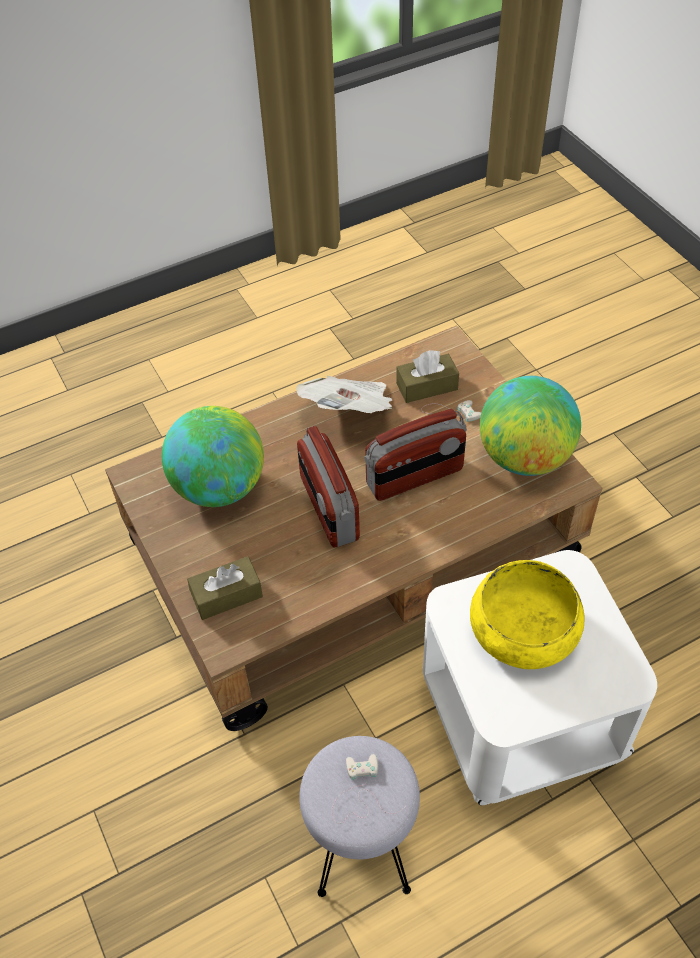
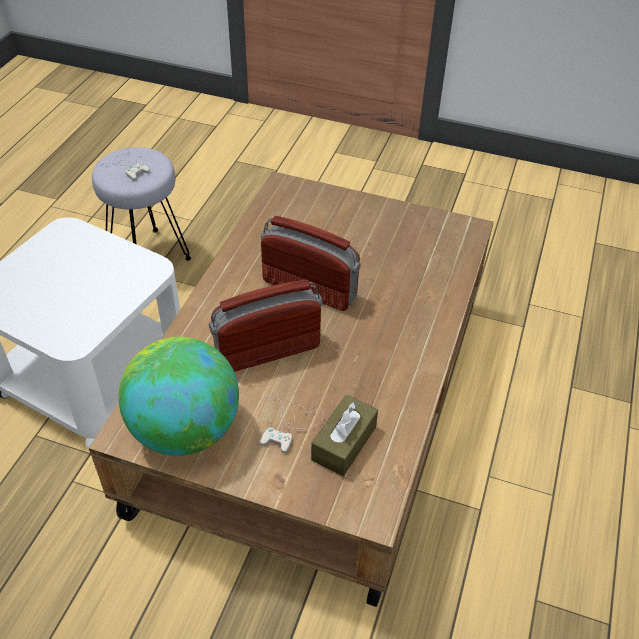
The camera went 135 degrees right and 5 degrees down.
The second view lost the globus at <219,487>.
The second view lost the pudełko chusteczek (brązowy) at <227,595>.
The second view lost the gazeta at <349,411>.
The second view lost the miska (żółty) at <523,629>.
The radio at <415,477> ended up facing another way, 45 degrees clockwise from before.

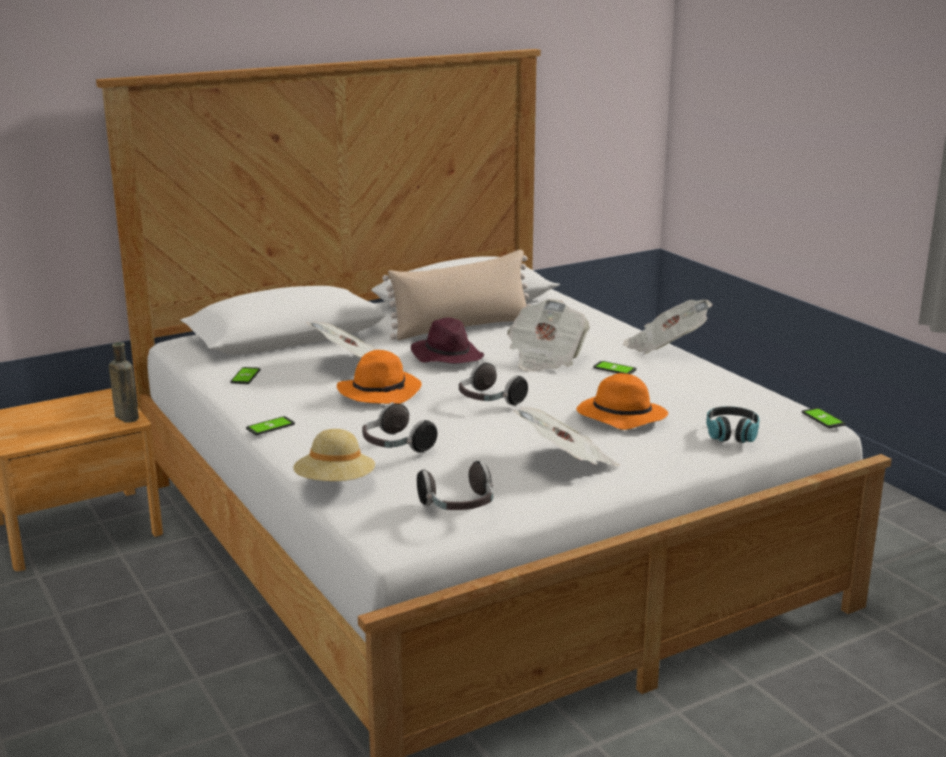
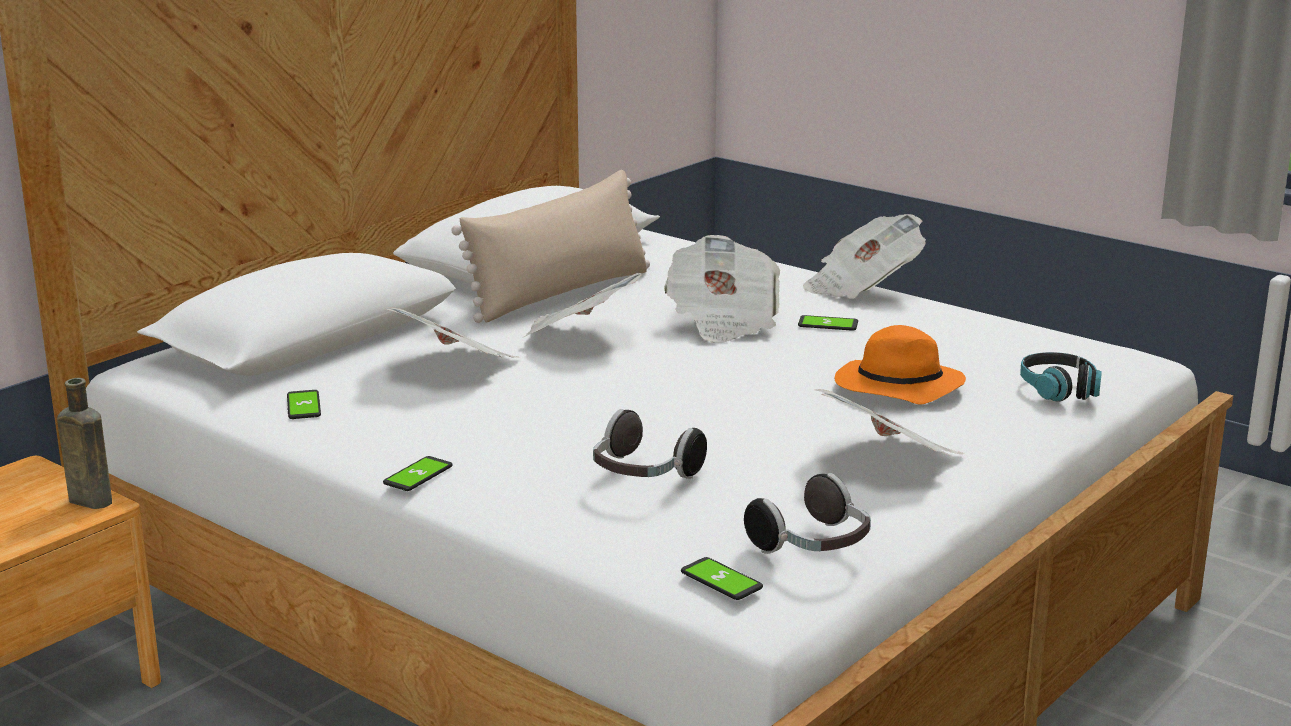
The camera went 20 degrees left and 0 degrees up.
The second view lost the kapelusz (beżowy) at <335,484>.
The second view lost the kapelusz (pomarańczowy) at <380,391>.
The second view lost the słuchawki at <489,401>.
The telefon ended up elsewhere, having gone from <823,419> to <721,580>.
Where the kapelusz (fioletowy) stood at <446,356>, the gazeta came to stand at <580,336>.

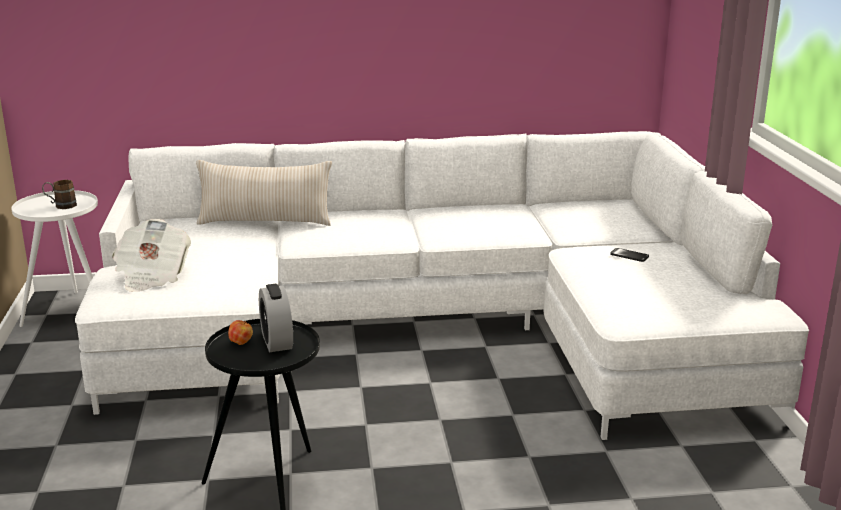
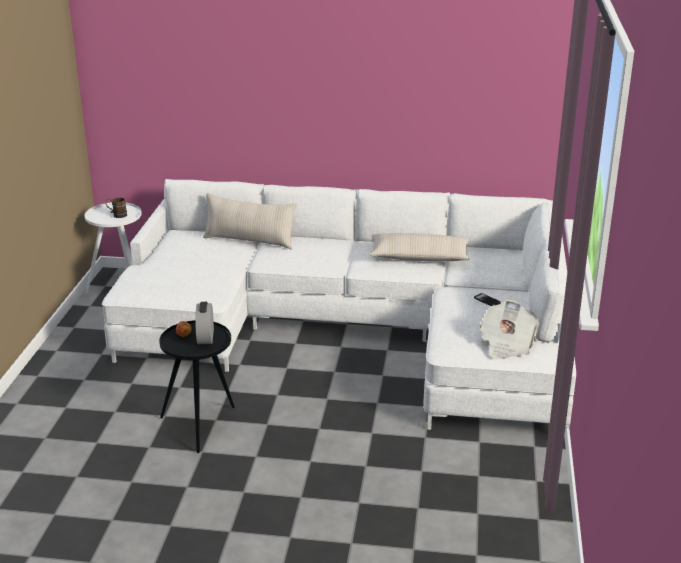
The camera went 15 degrees right and 5 degrees up.
The second view gained the poduszka (beżowy) at <419,257>.
The gazeta ended up elsewhere, having gone from <152,275> to <507,344>.

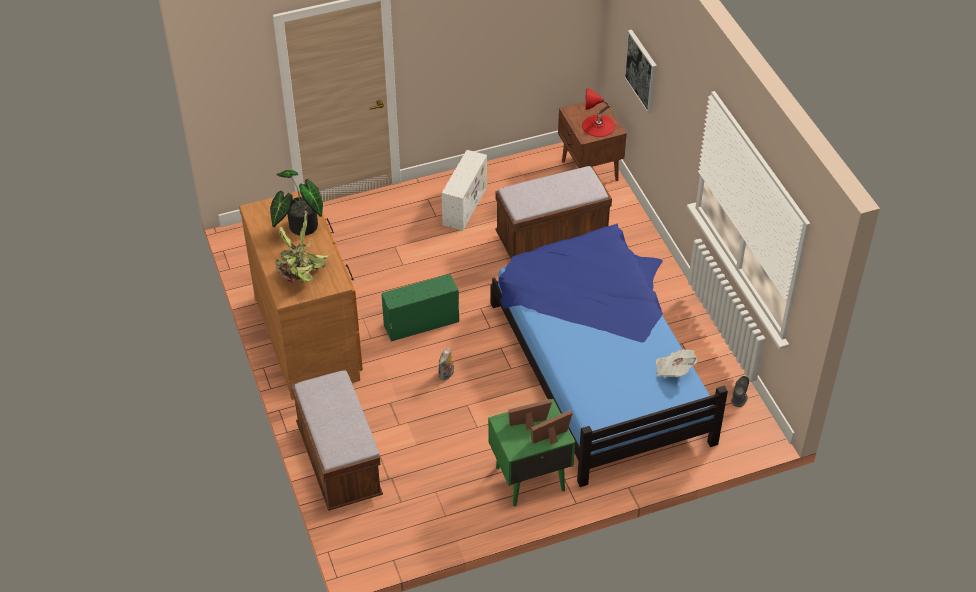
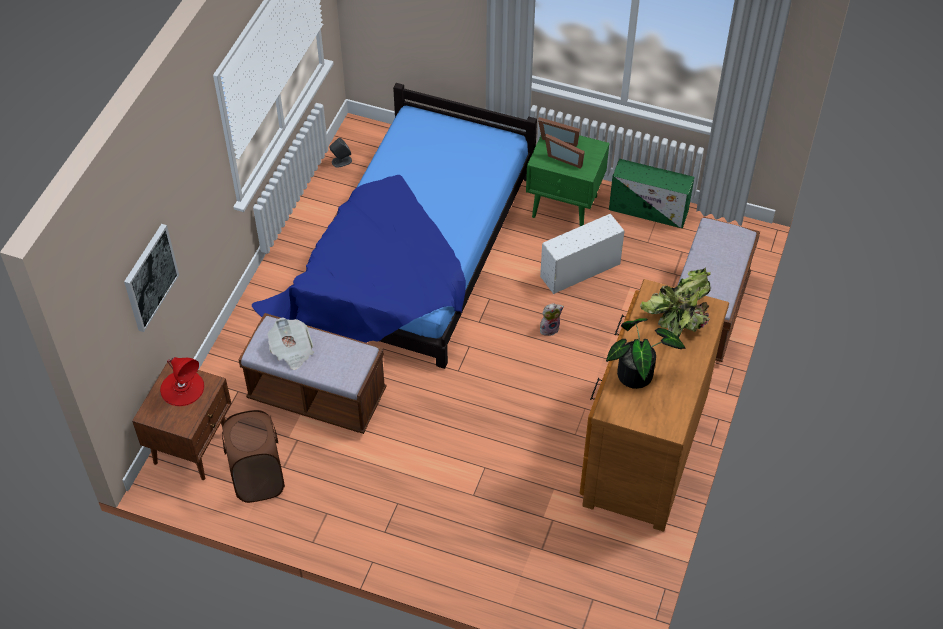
The camera went 140 degrees left and 5 degrees up.
The second view gained the kosz na pranie (brązowy) at <258,478>.
The pojemnik do przechowywania (zielony) ended up elsewhere, having gone from <420,323> to <649,210>.
The pojemnik do przechowywania (biały) ended up elsewhere, having gone from <465,205> to <579,270>.
The gazeta ended up elsewhere, having gone from <673,370> to <292,351>.

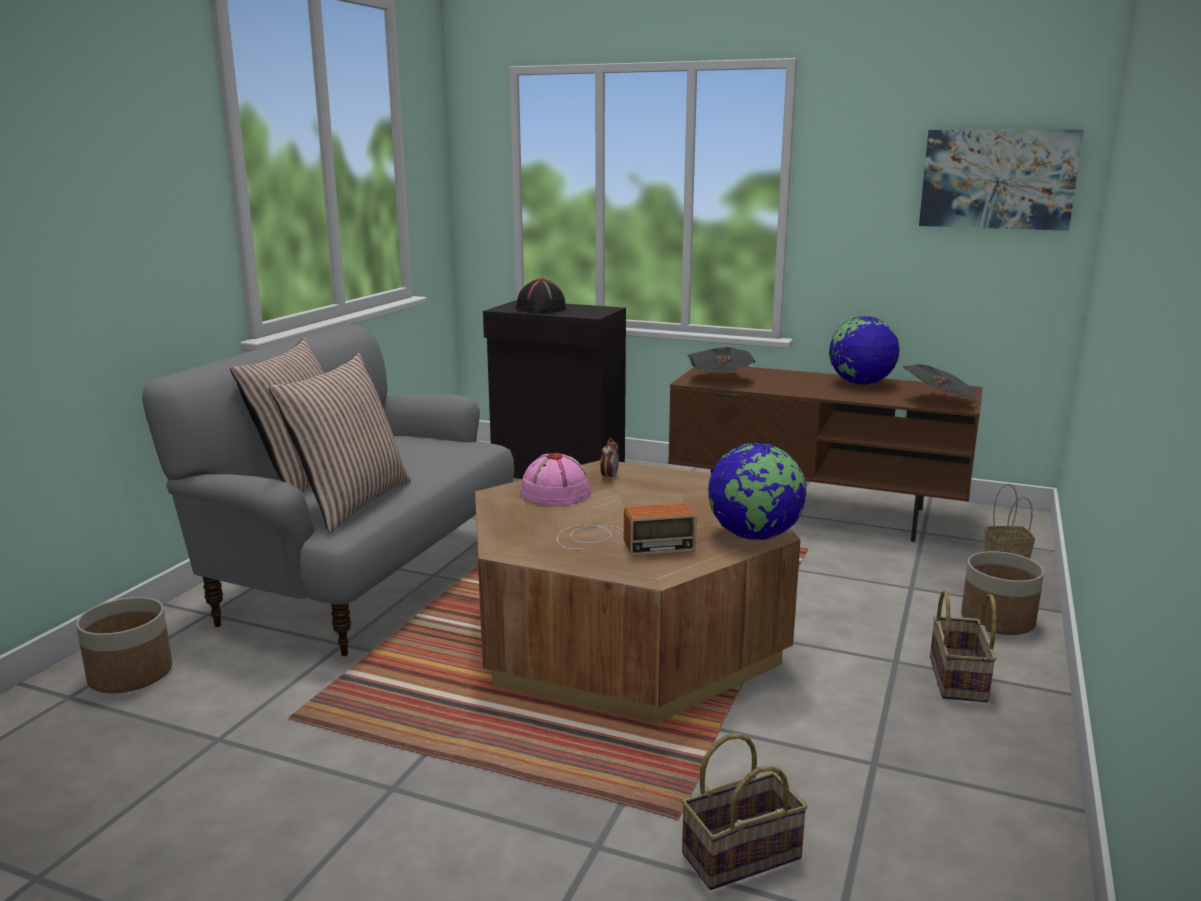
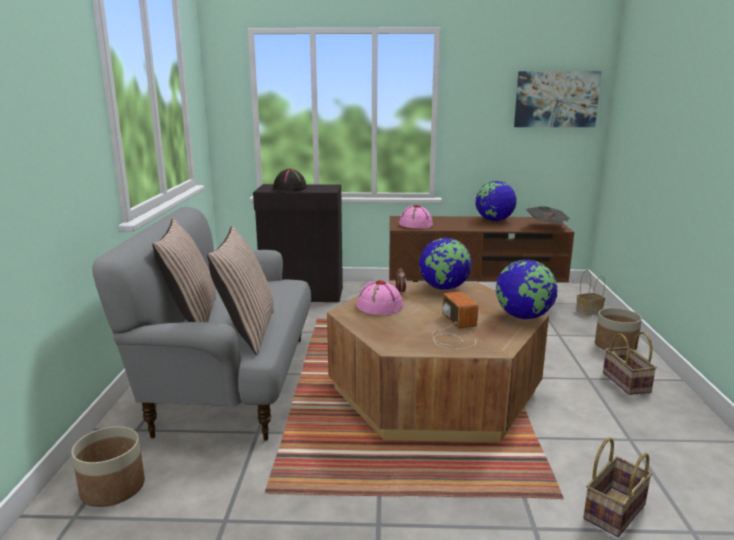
The camera went 20 degrees left and 0 degrees up.
The second view gained the globus at <444,288>.
Where the gazeta stood at <720,379>, the kapelusz (różowy) came to stand at <415,224>.
The radio at <620,541> ended up facing another way, 75 degrees counterclockwise from before.

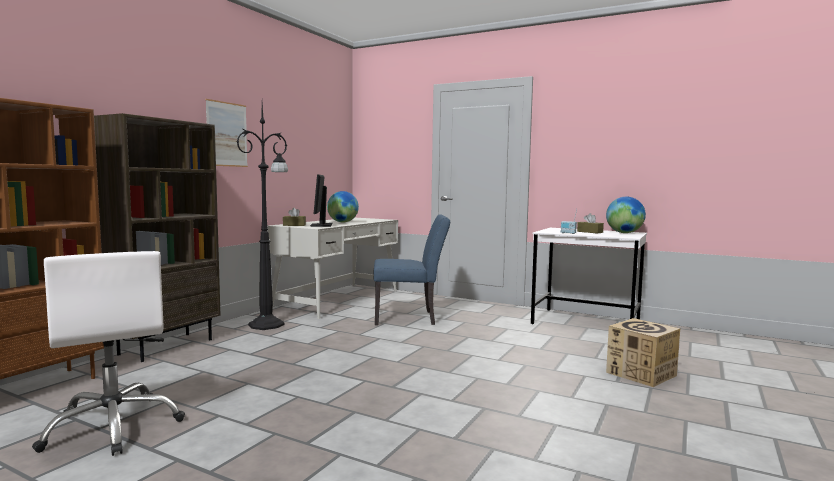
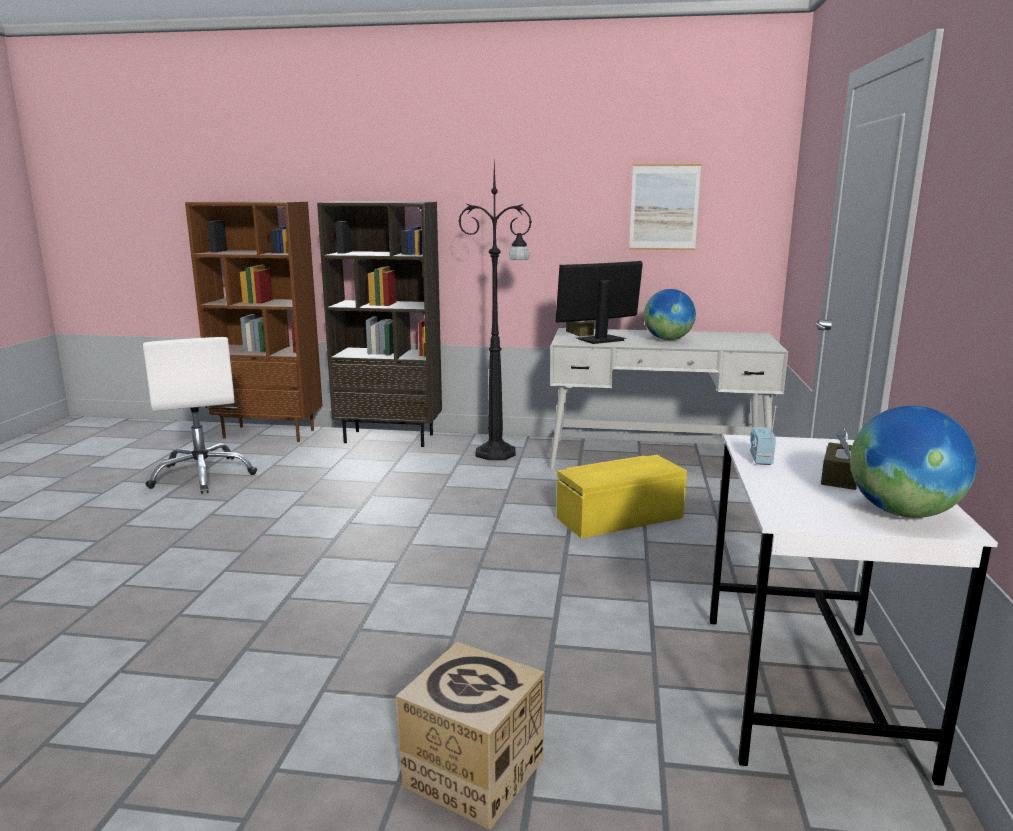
The camera went 70 degrees right and 10 degrees up.
The obraz ended up elsewhere, having gone from <227,134> to <664,207>.
Where the krzesło (niebieski) stood at <410,318>, the pojemnik do przechowywania (żółty) came to stand at <618,517>.
The krzesło biurowe (biały) at <113,426> ended up facing another way, 60 degrees counterclockwise from before.

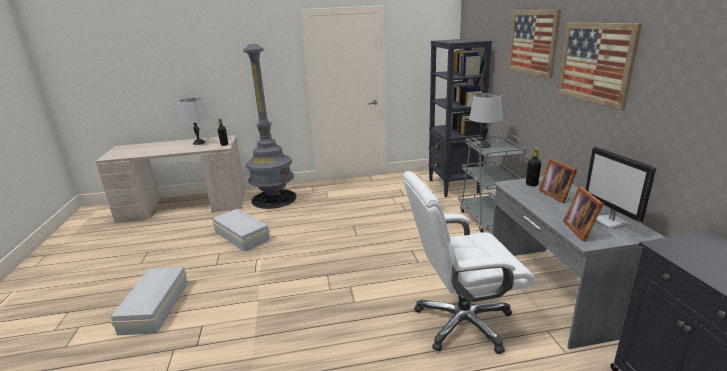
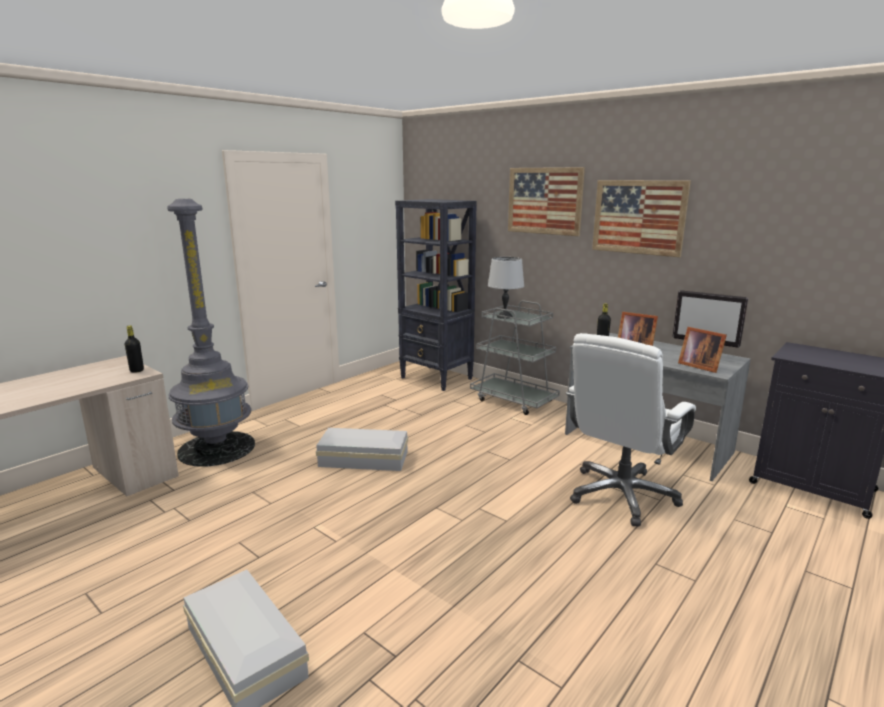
The camera went 40 degrees left and 5 degrees down.
The second view lost the lampa stołowa (szary) at <199,143>.
The pojemnik do przechowywania (biały) ended up elsewhere, having gone from <242,235> to <362,458>.

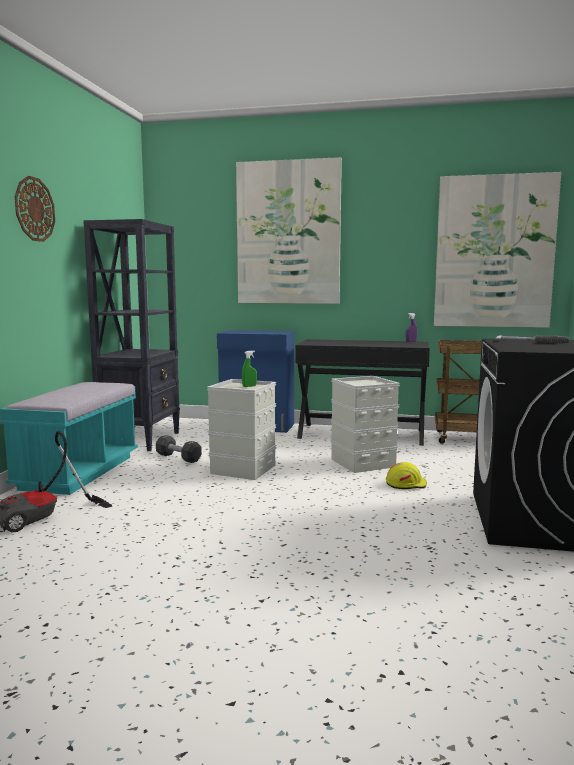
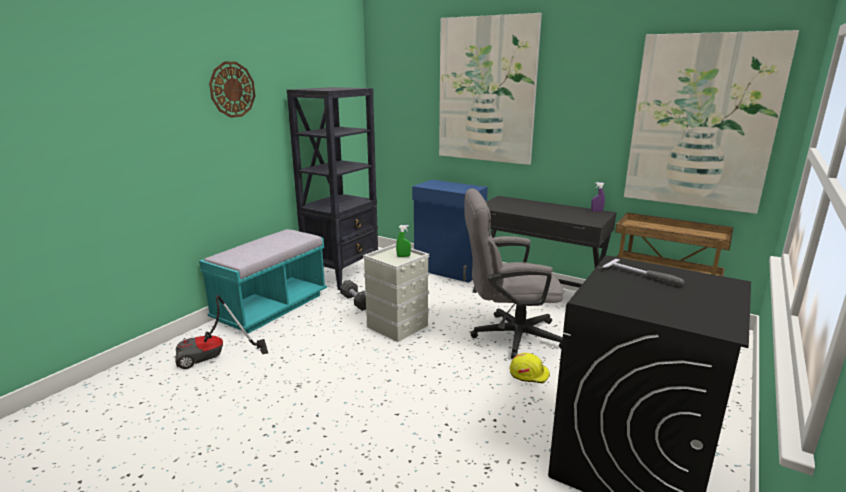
The camera went 20 degrees right and 10 degrees up.
Where the pojemnik do przechowywania (szary) stood at <362,463>, the krzesło biurowe (szary) came to stand at <508,336>.

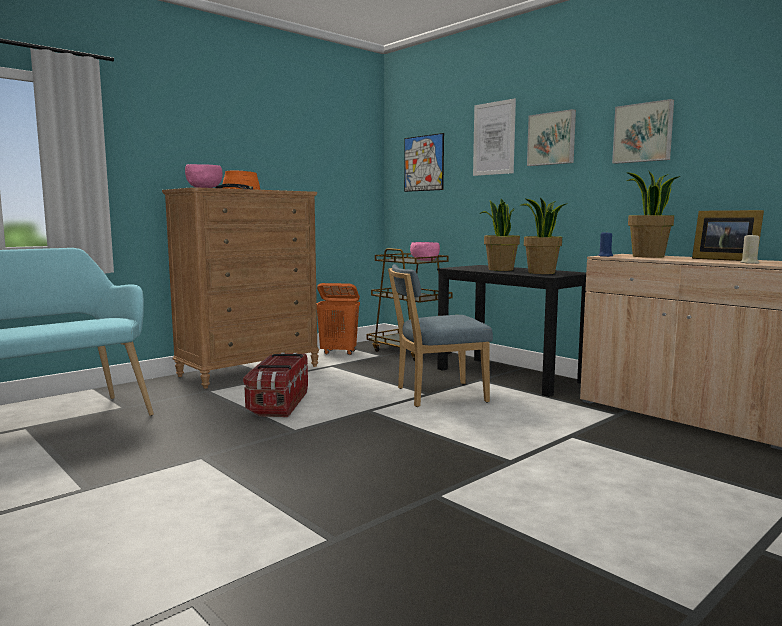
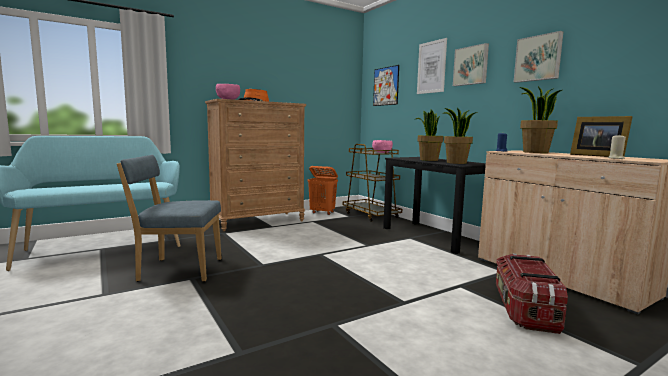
The camera went 10 degrees right and 0 degrees up.
The pojemnik do przechowywania ended up elsewhere, having gone from <278,403> to <524,309>.
The krzesło (niebieski) ended up elsewhere, having gone from <436,395> to <177,269>.

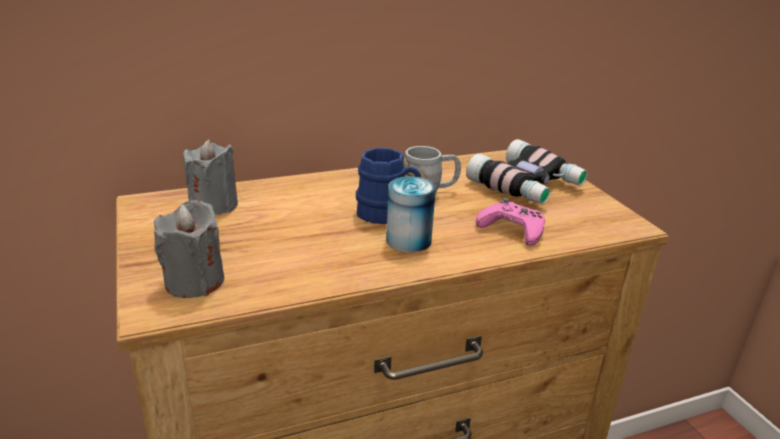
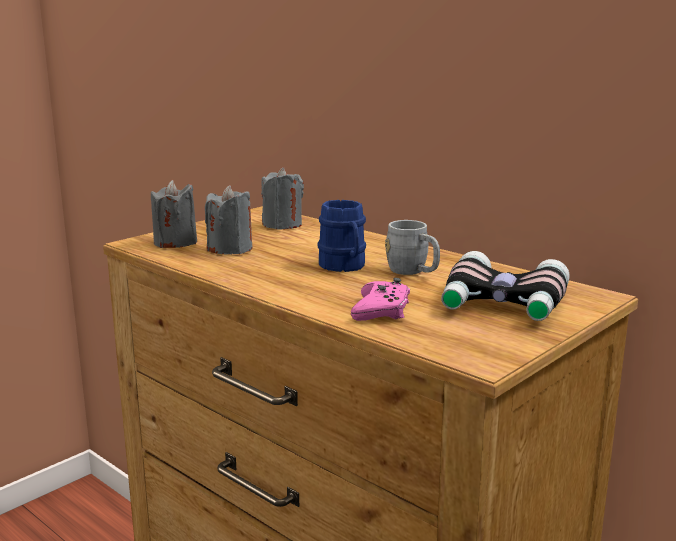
The camera went 65 degrees right and 10 degrees down.
The second view lost the puszka at <408,240>.
The second view gained the świeca (szary) at <230,249>.

